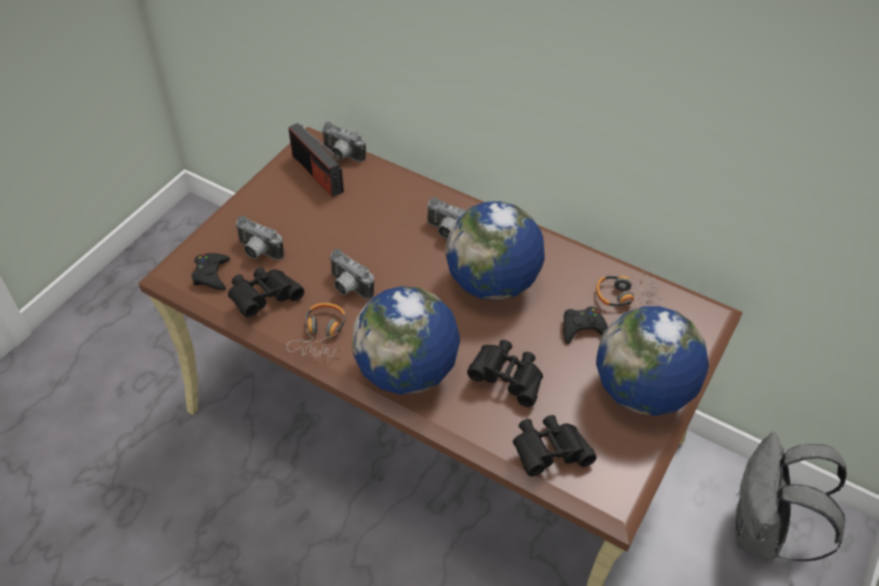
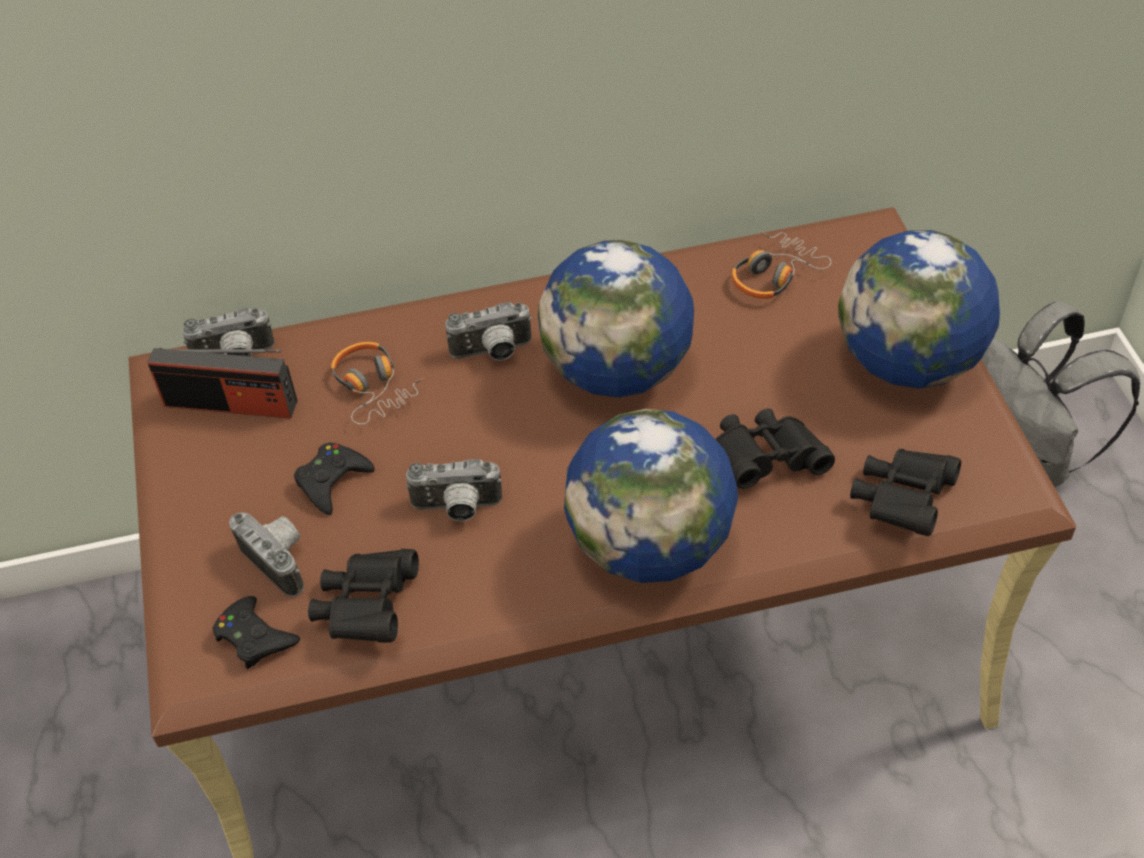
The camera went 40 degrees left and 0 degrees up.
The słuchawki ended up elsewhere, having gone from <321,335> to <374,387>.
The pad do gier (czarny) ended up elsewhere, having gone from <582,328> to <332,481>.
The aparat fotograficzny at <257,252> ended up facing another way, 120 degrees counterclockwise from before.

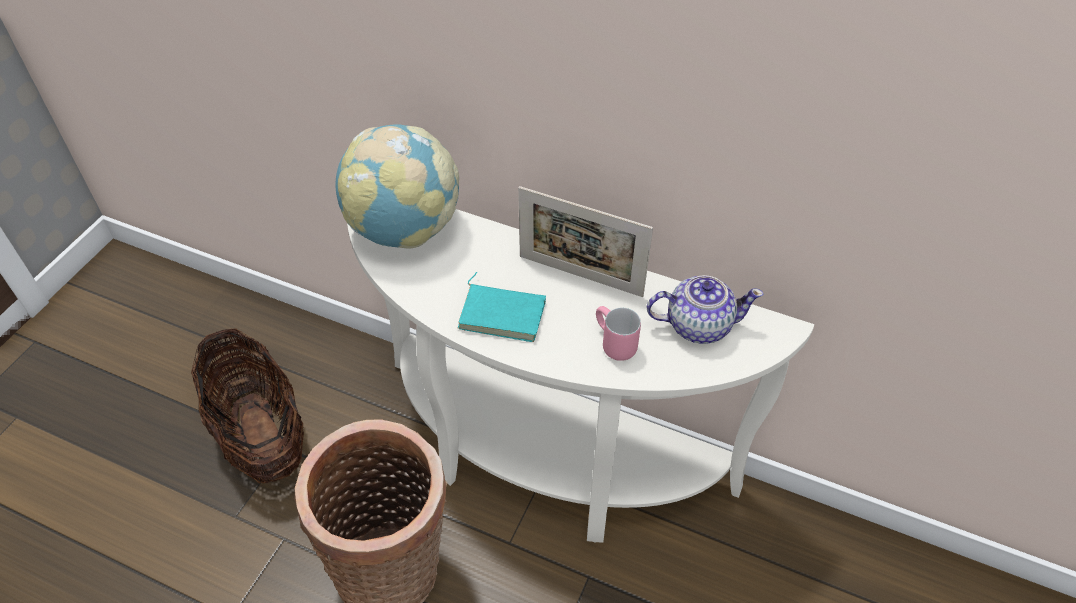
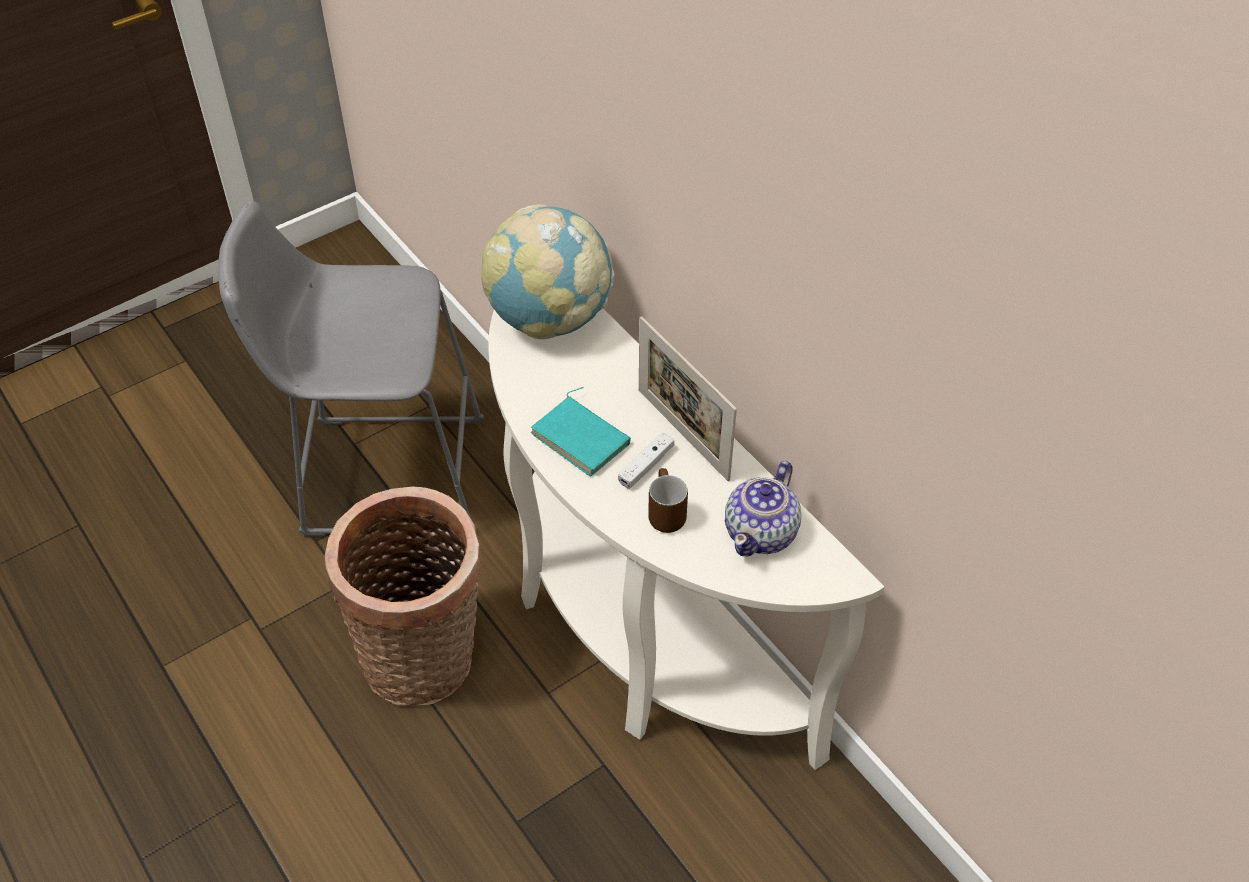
The camera went 30 degrees right and 0 degrees up.
The second view gained the pad do gier (biały) at <646,466>.
Where the koszyk stood at <261,434>, the stołek (szary) came to stand at <382,475>.
What was the kubek (różowy) at <612,344> turned into the kubek (brązowy) at <663,512>.
The imbryk at <698,325> ended up facing another way, 90 degrees clockwise from before.

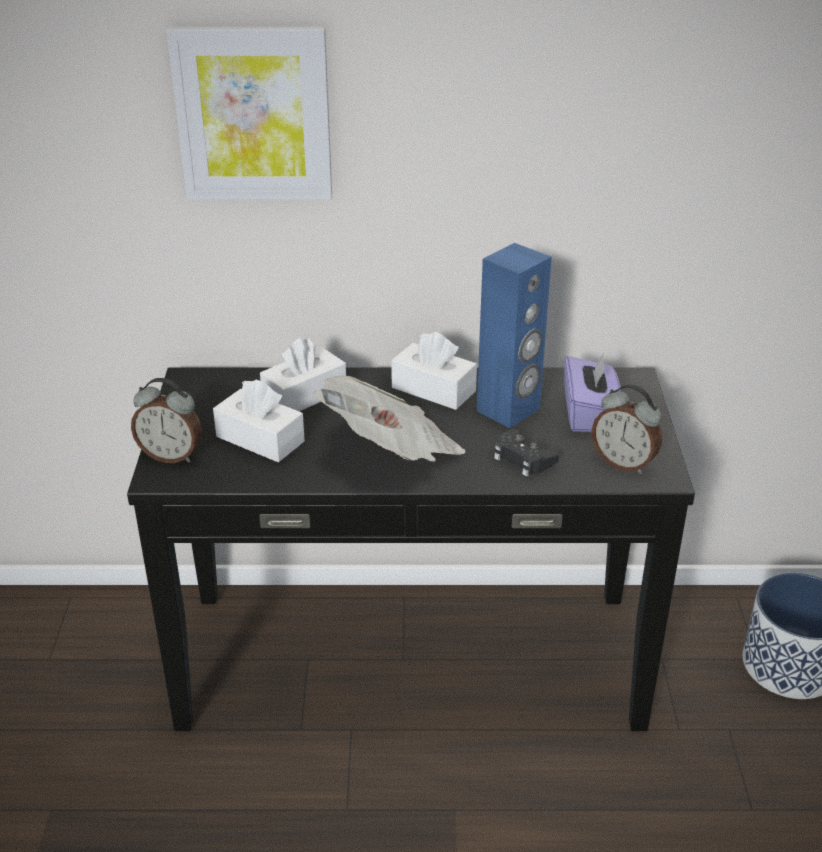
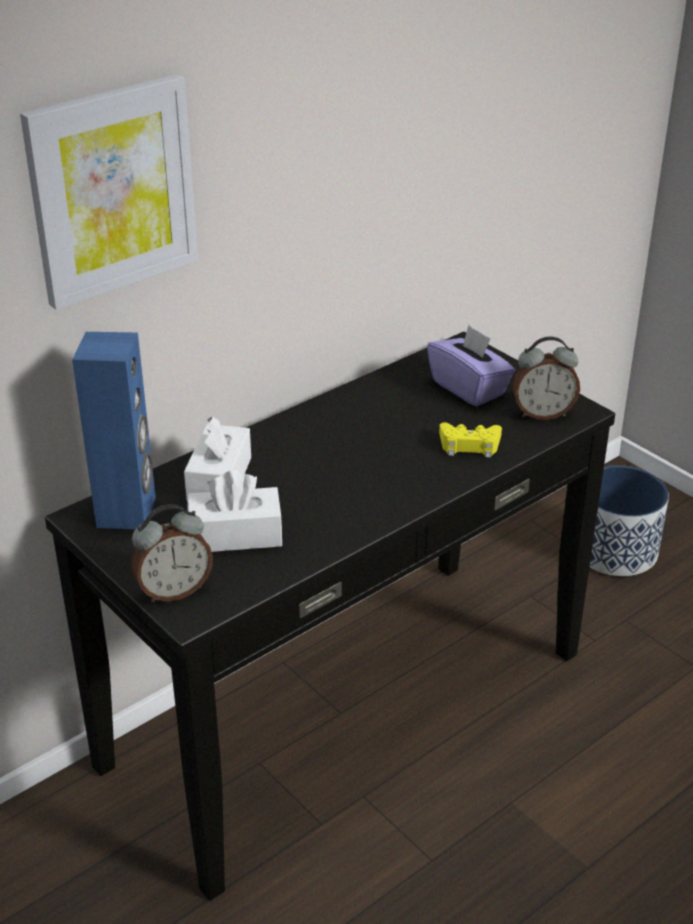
The camera went 40 degrees left and 0 degrees up.
The second view lost the gazeta at <392,451>.
The second view lost the pudełko chusteczek (biały) at <433,389>.
The głośnik (niebieski) ended up elsewhere, having gone from <509,410> to <127,512>.
What was the pad do gier (czarny) at <523,459> turned into the pad do gier (żółty) at <469,445>.

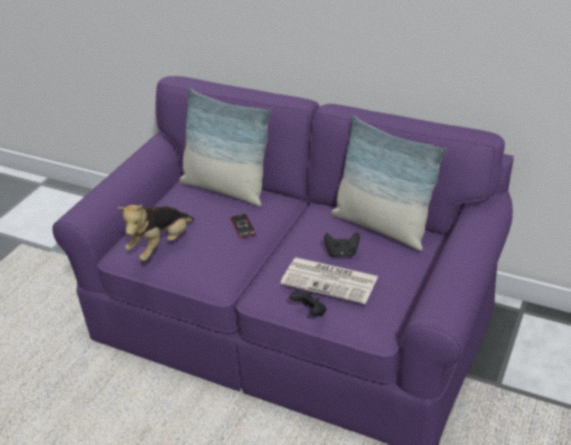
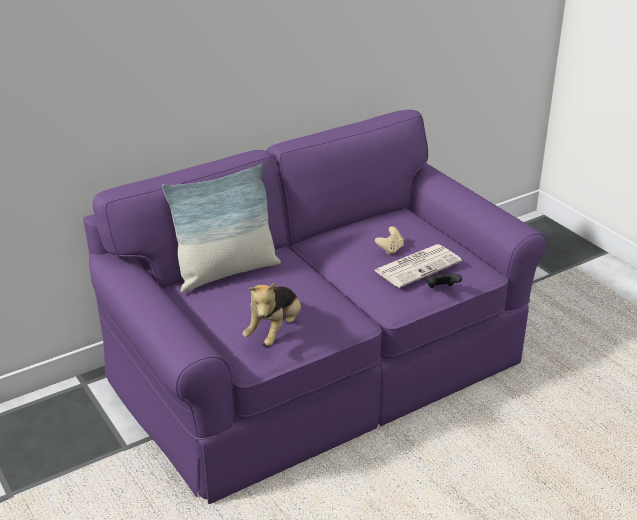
The camera went 60 degrees left and 5 degrees down.
The second view lost the telefon at <243,226>.
The second view lost the poduszka at <381,226>.
What was the pad do gier (czarny) at <342,253> turned into the pad do gier (beżowy) at <390,249>.
The pluszak at <161,246> ended up facing another way, 45 degrees clockwise from before.

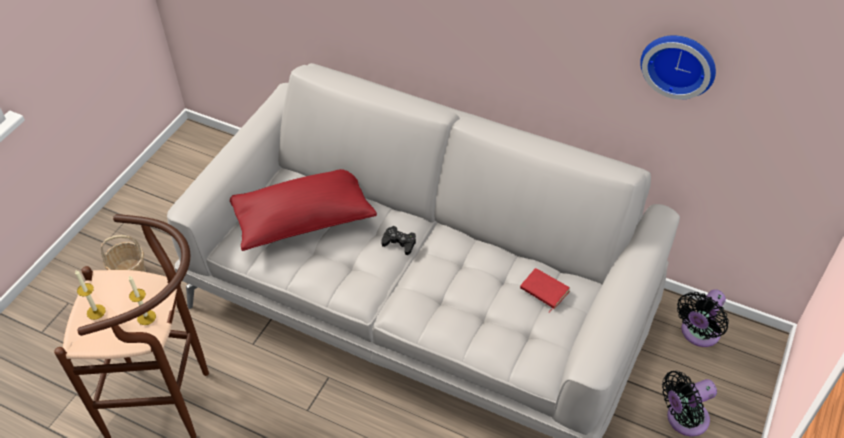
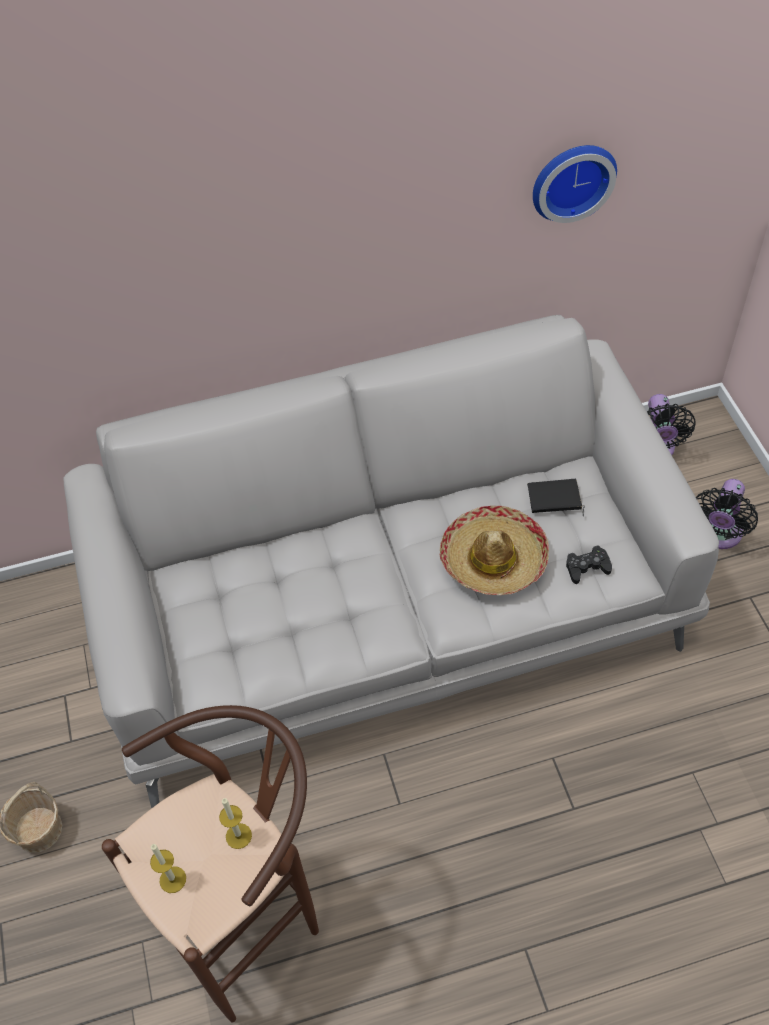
The camera went 40 degrees left and 5 degrees up.
The second view lost the poduszka (czerwony) at <303,219>.
The second view gained the kapelusz at <493,559>.
The pad do gier (czarny) ended up elsewhere, having gone from <399,243> to <587,567>.
What was the książka (czerwony) at <543,291> turned into the książka (czarny) at <554,500>.

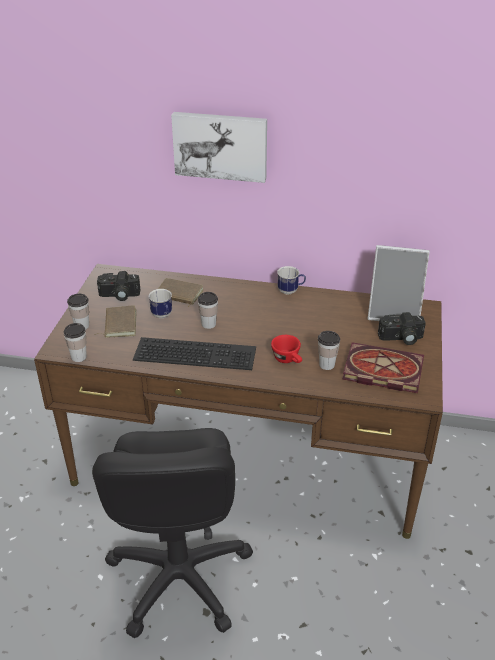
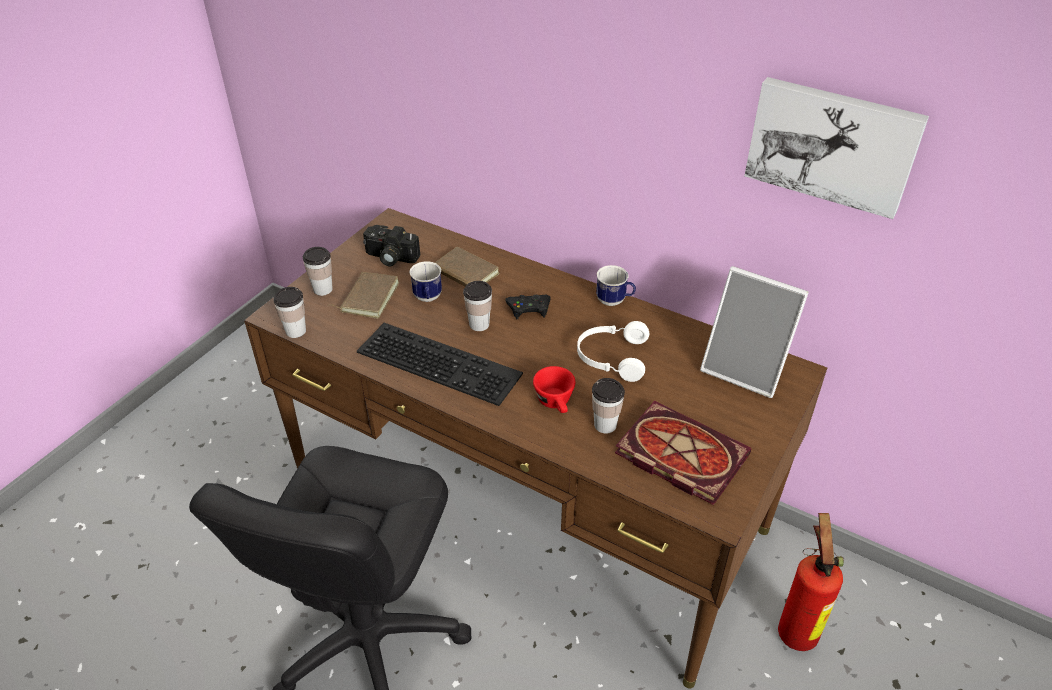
The camera went 20 degrees right and 5 degrees up.
The second view lost the aparat fotograficzny at <401,338>.
The second view gained the pad do gier (czarny) at <529,309>.
The second view gained the słuchawki (biały) at <611,357>.
The second view gained the gaśnica at <796,629>.
The obraz ended up elsewhere, having gone from <220,145> to <832,144>.

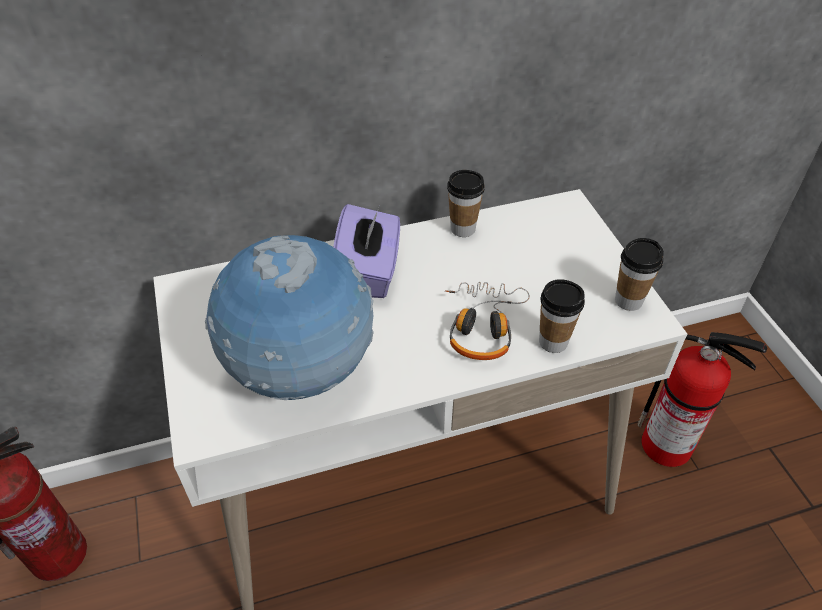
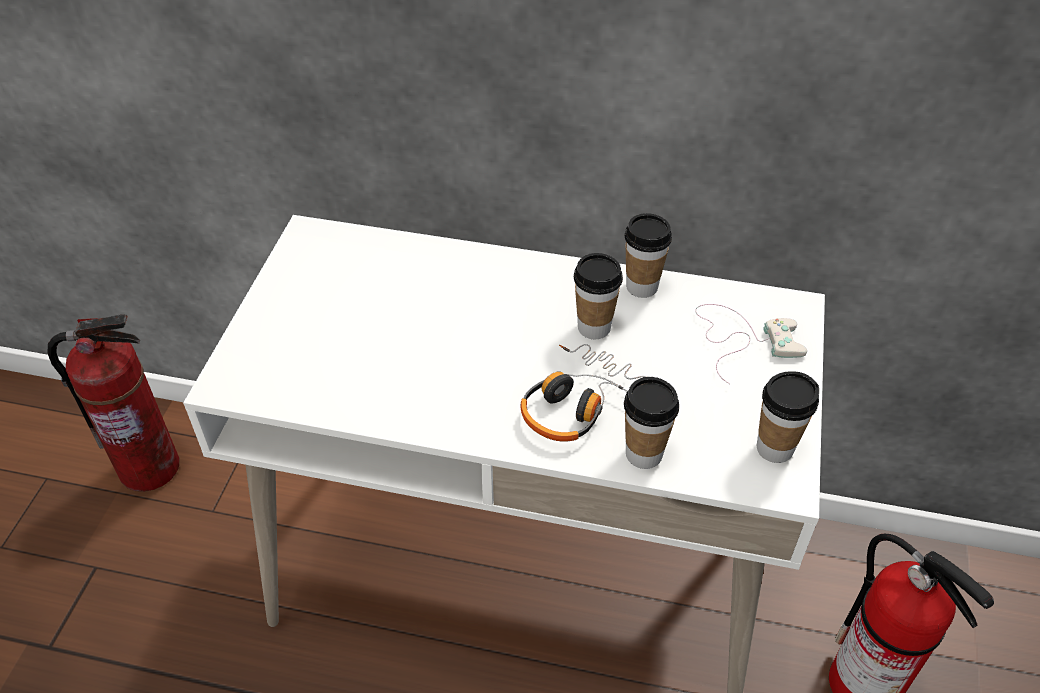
The camera went 30 degrees right and 0 degrees up.
The second view lost the globus at <301,373>.
The second view lost the pudełko chusteczek (fioletowy) at <369,272>.
The second view gained the filiżanka at <594,327>.
The second view gained the pad do gier (biały) at <743,339>.

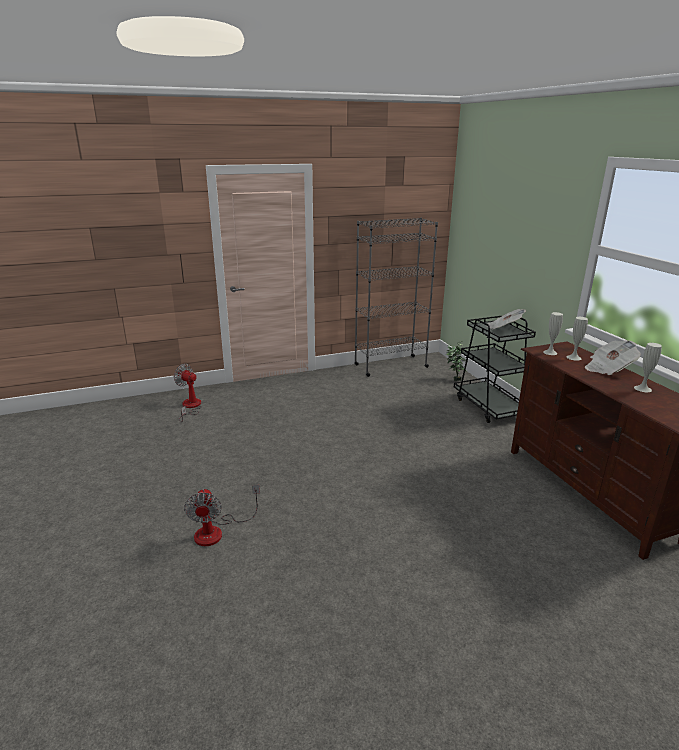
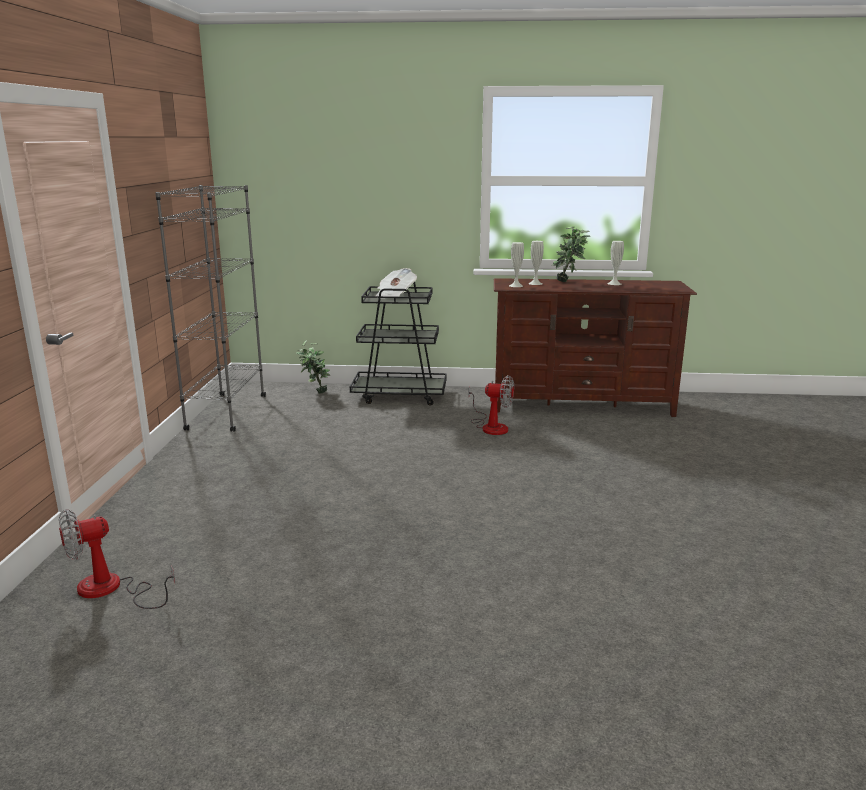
The camera went 65 degrees left and 5 degrees down.
The wentylator ended up elsewhere, having gone from <217,531> to <490,426>.
Where the gazeta stood at <608,369>, the roślina doniczkowa came to stand at <569,282>.

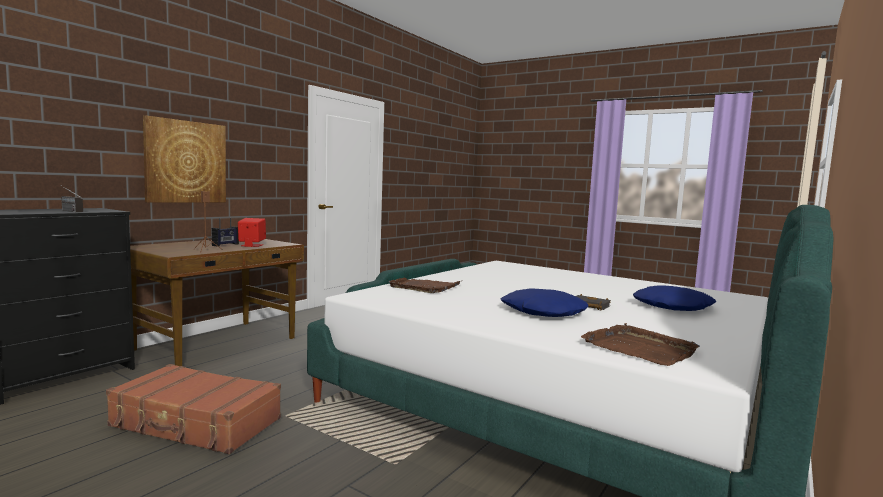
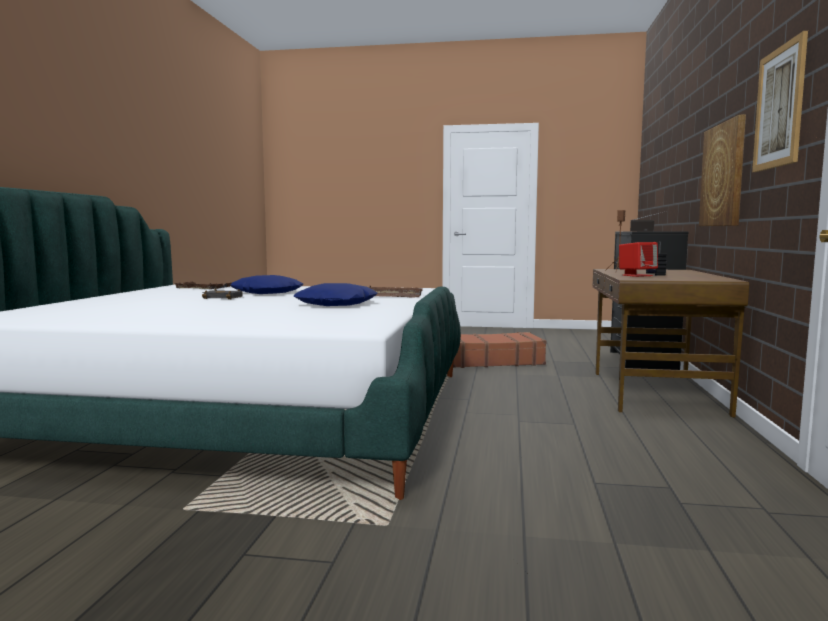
The camera went 155 degrees right and 0 degrees up.
The second view gained the obraz at <779,107>.
The poduszka (niebieski) ended up elsewhere, having gone from <672,306> to <337,304>.

